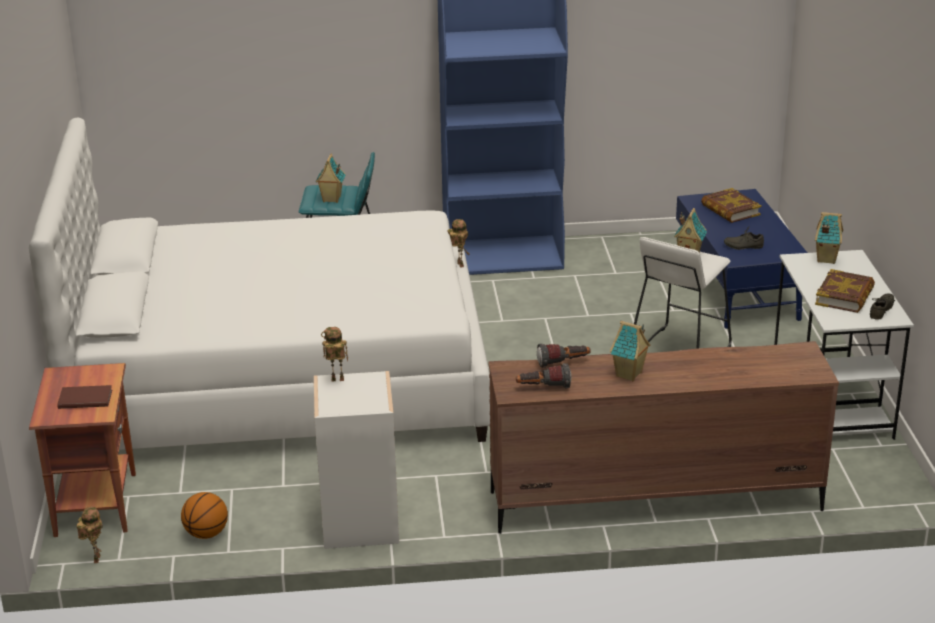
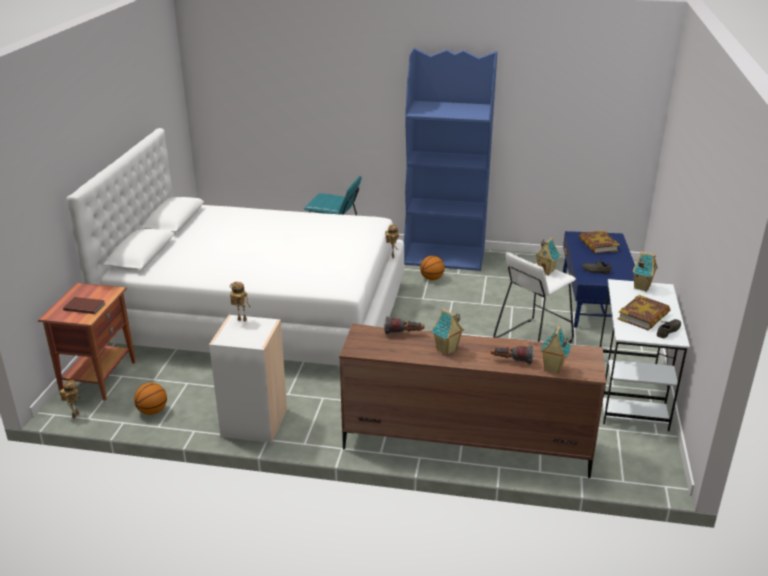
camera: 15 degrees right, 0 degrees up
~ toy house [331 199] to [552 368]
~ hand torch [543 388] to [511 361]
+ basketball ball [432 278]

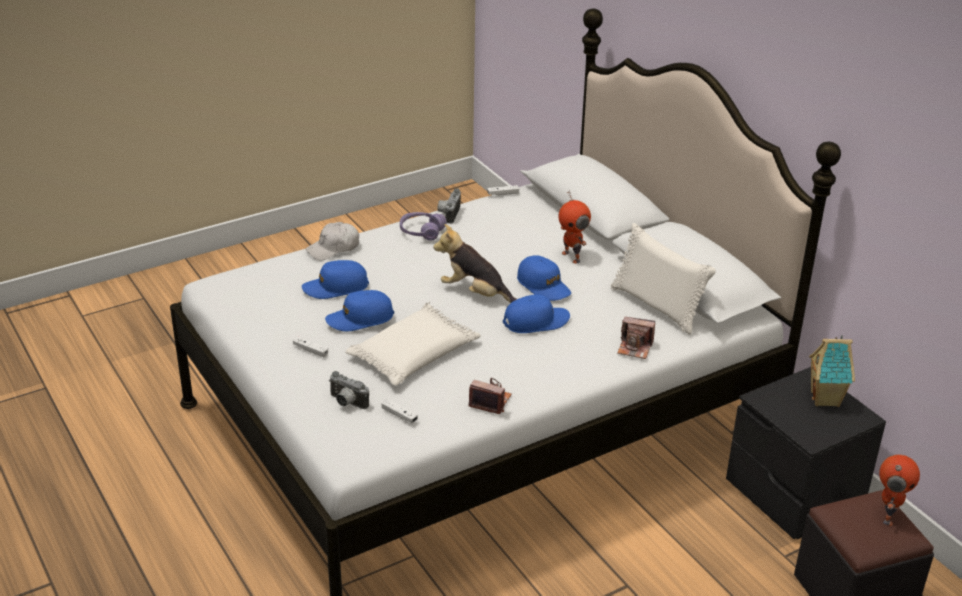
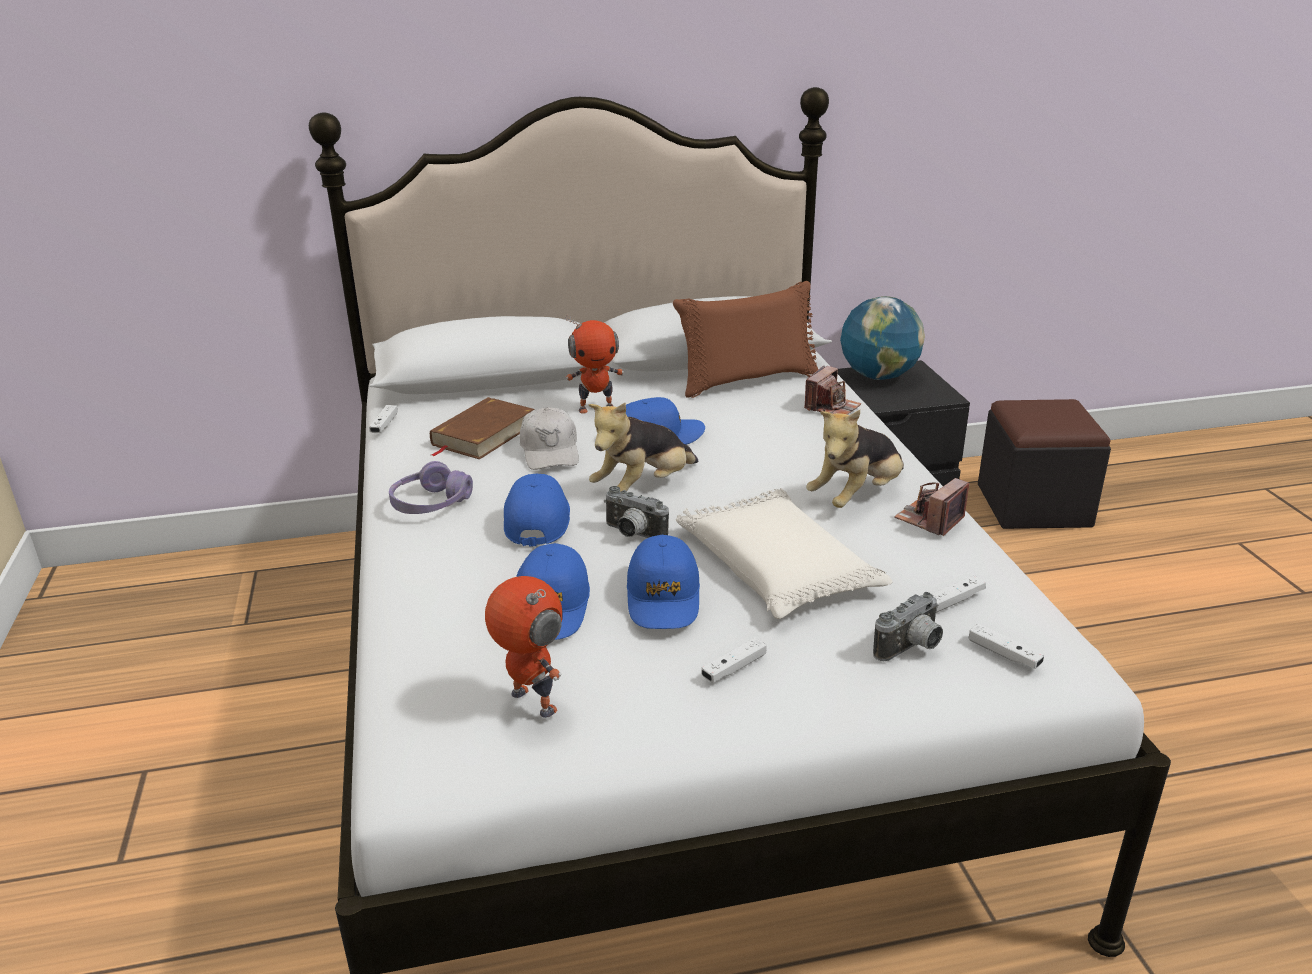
camera: 70 degrees left, 5 degrees down
~ whitish baseball cap [333 248] to [550 451]
~ photo camera [448 214] to [632 534]
~ blue-coloured baseball cap [536 321] to [537 519]
~ whitish pillow [657 307] to brownish pillow [747 381]
~ toy house [826 399] to globe [878 376]
~ model robot [888 515] to [531 703]
+ brownish bound book [483 434]
+ plush toy [857 496]
+ whitish joypad [1004 654]

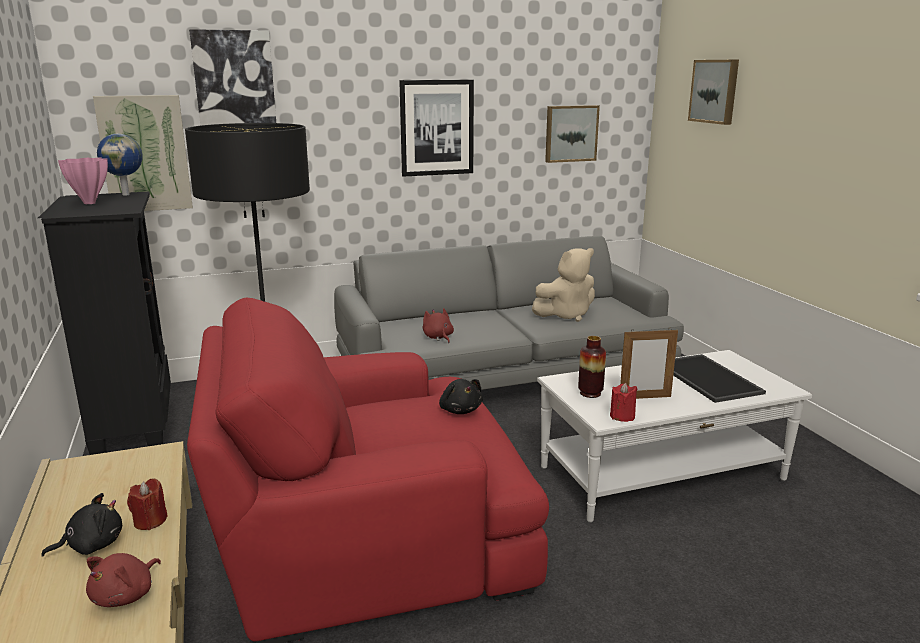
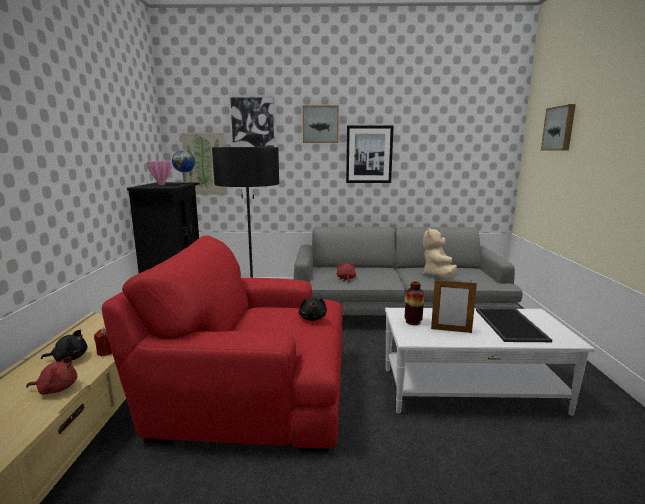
camera: 20 degrees right, 5 degrees down
~ red plush toy [126 595] = [56 389] 135 degrees counterclockwise
~ sand-coloured plush toy [566 315] = [438 275] 105 degrees clockwise
~ wall art [570 133] to [320 124]
- red wax light [622 416]

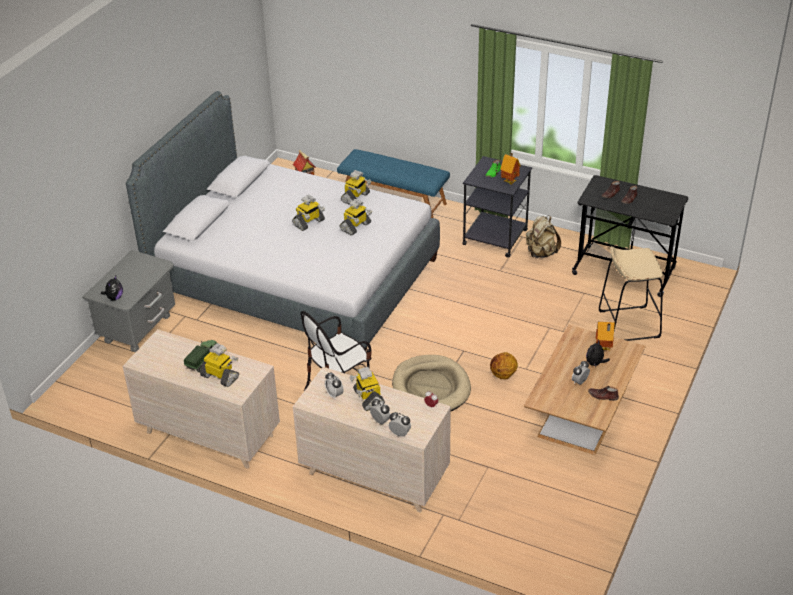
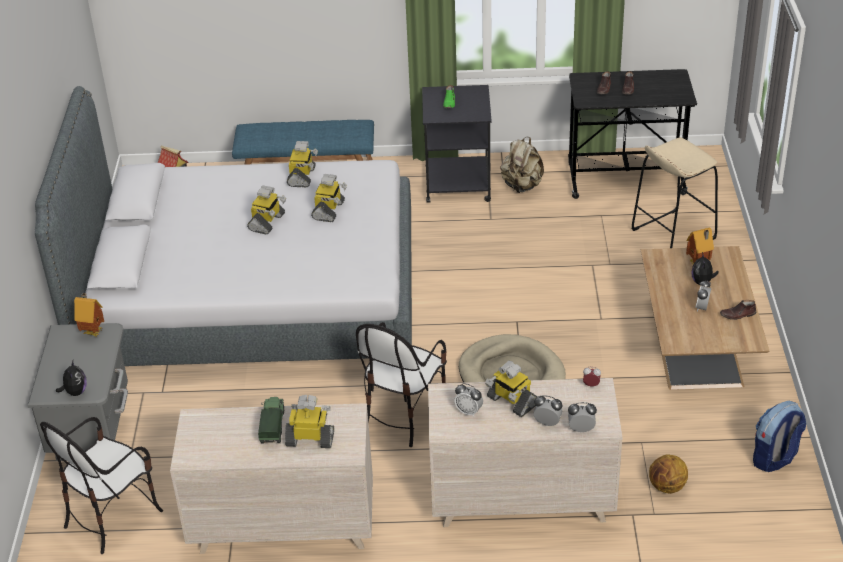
camera: 25 degrees left, 0 degrees up
~ basketball ball [503 375] to [667 487]
~ toy house [510 181] to [93 332]
+ upright chair [112 516]
+ knapsack [775 458]

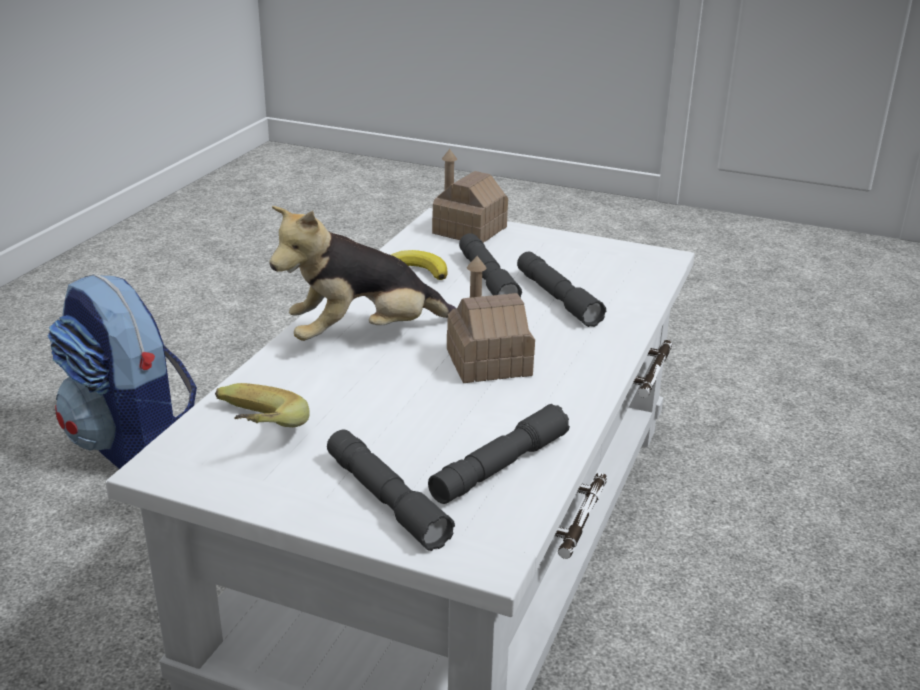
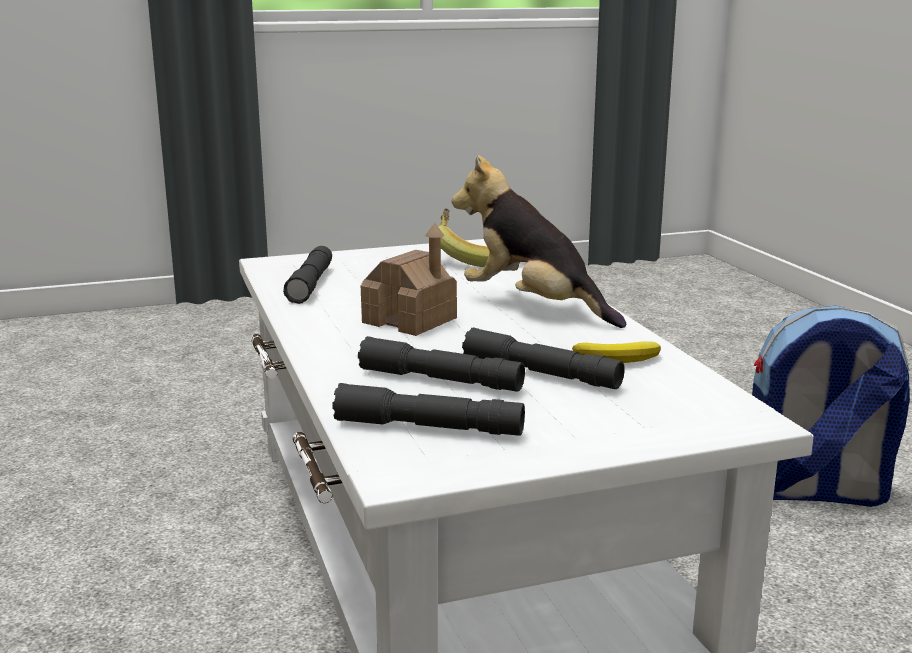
camera: 140 degrees right, 10 degrees down
~ plush toy [363 336] = [533 307] 75 degrees counterclockwise
~ greyish hand torch [386 500] to [428 427]
- toy house [469 230]

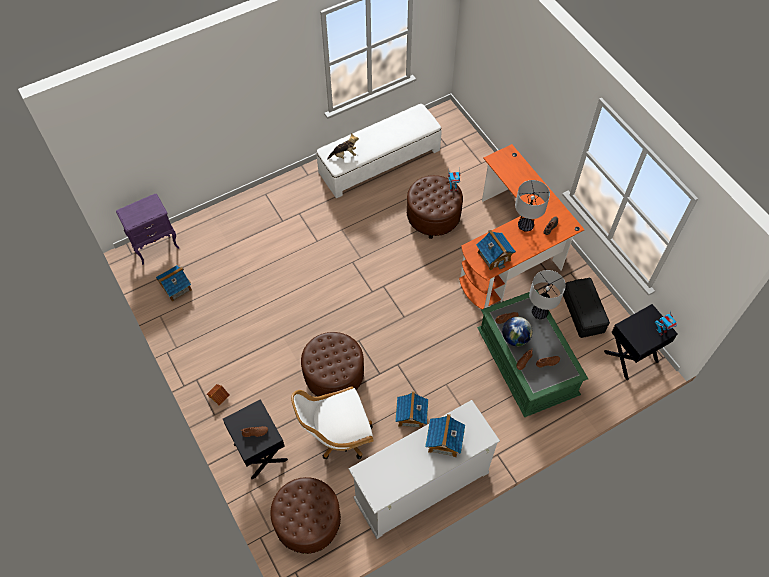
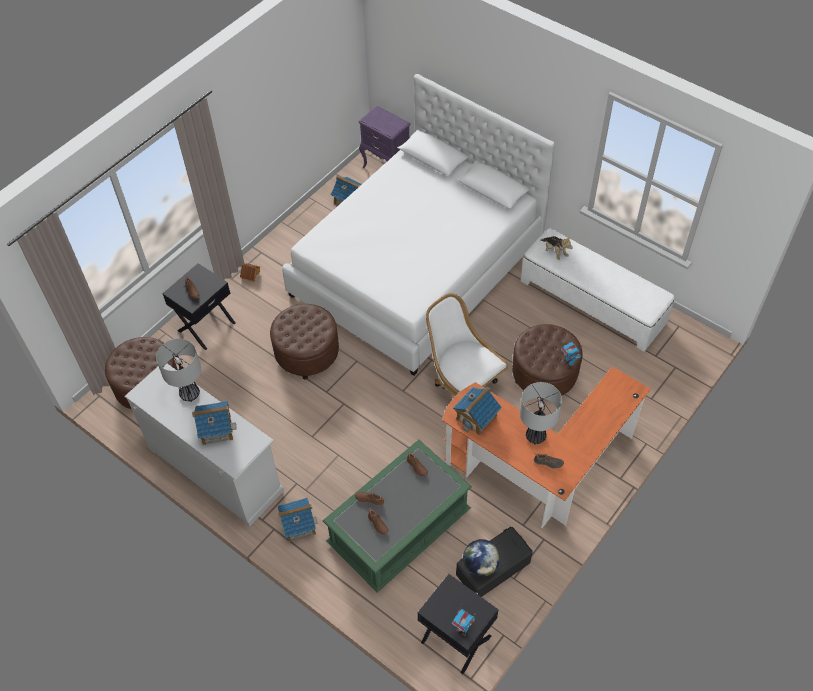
camera: 70 degrees right, 5 degrees down
~ whitish desk chair [337 437] to [462 387]
~ toy house [411 416] to [298 525]
~ globe [515 338] to [480 565]
~ lamp for a table [539 313] to [189 394]
+ whitish bedroom bed [417 268]

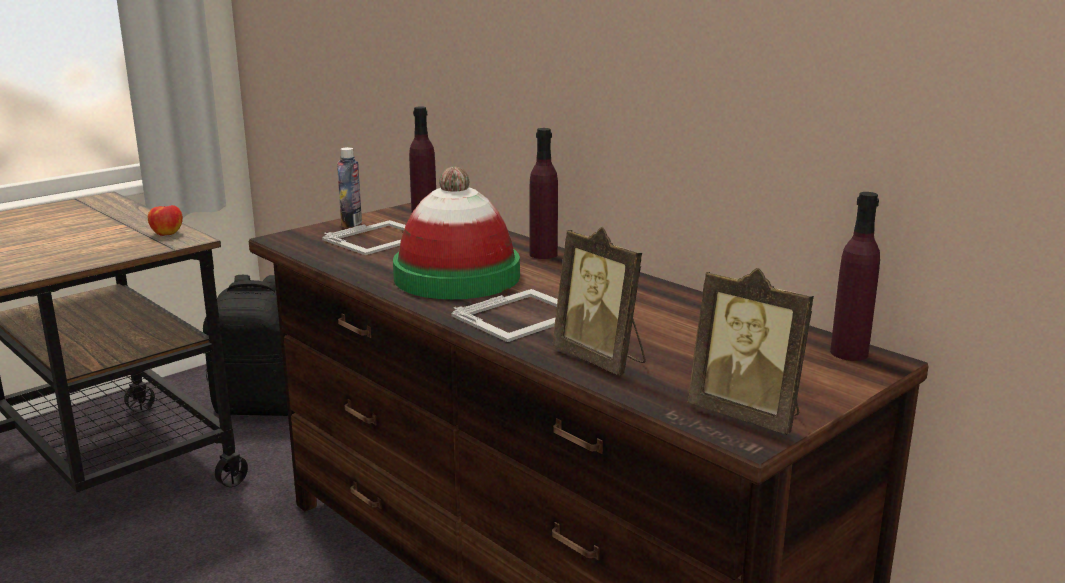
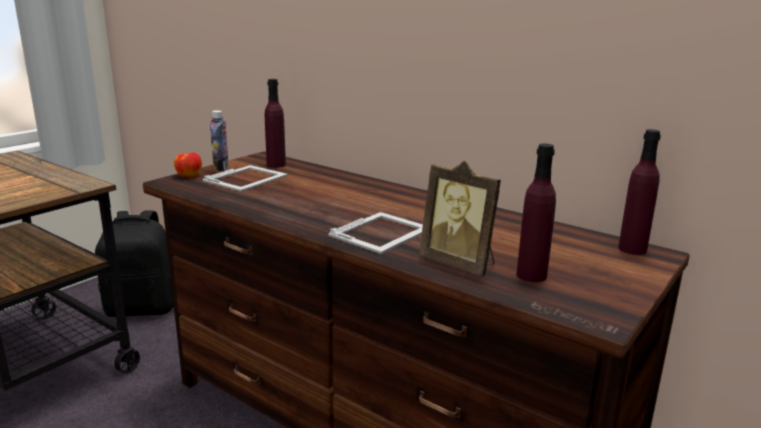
camera: 10 degrees left, 0 degrees up
~ apple [167 234] to [189 176]
- clothing hat [457 277]
~ purple beverage bottle [543 254] to [531 275]
- standing frame [748 415]

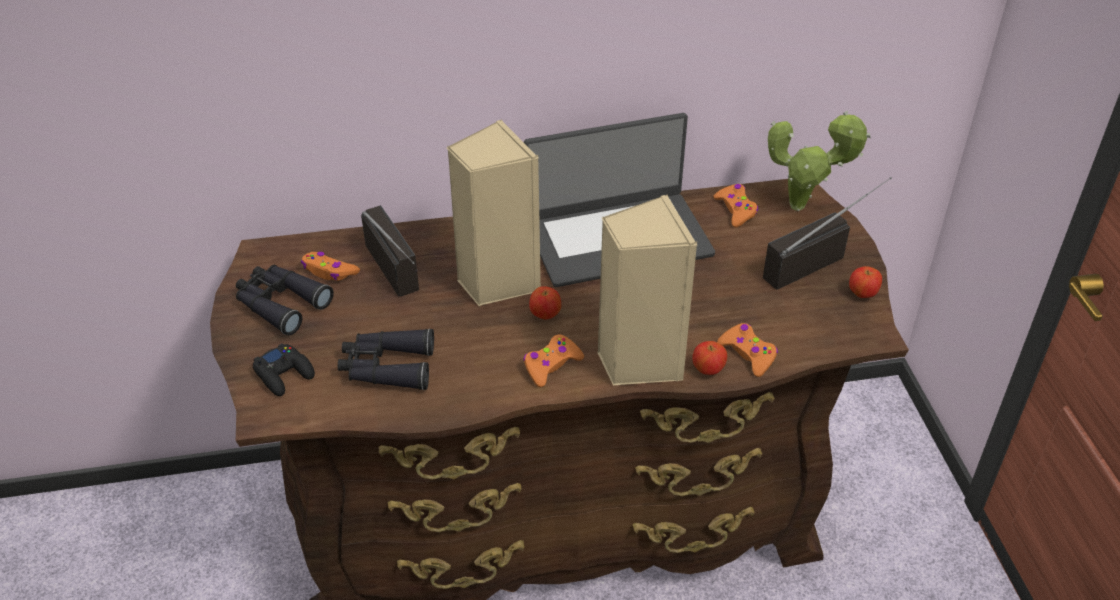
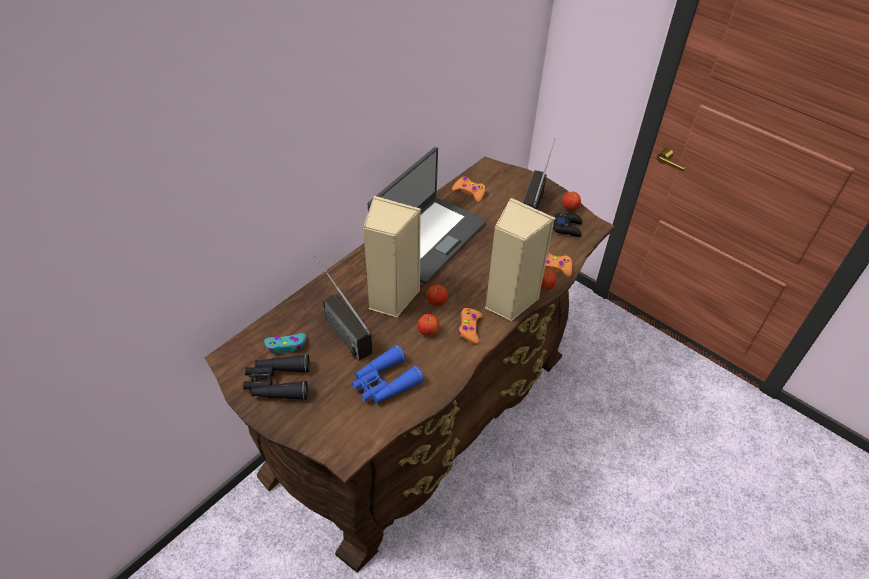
camera: 40 degrees left, 5 degrees up
~ blackish joypad [284 374] to [567 228]
~ orange-coloured joypad [329 271] to turquoise joypad [286 346]
~ blackish field glasses [386 367] to blue-coloured field glasses [384 383]
~ radio [403 281] = [338 326] 150 degrees counterclockwise
- plant in a pot [803 207]
+ apple [428 332]

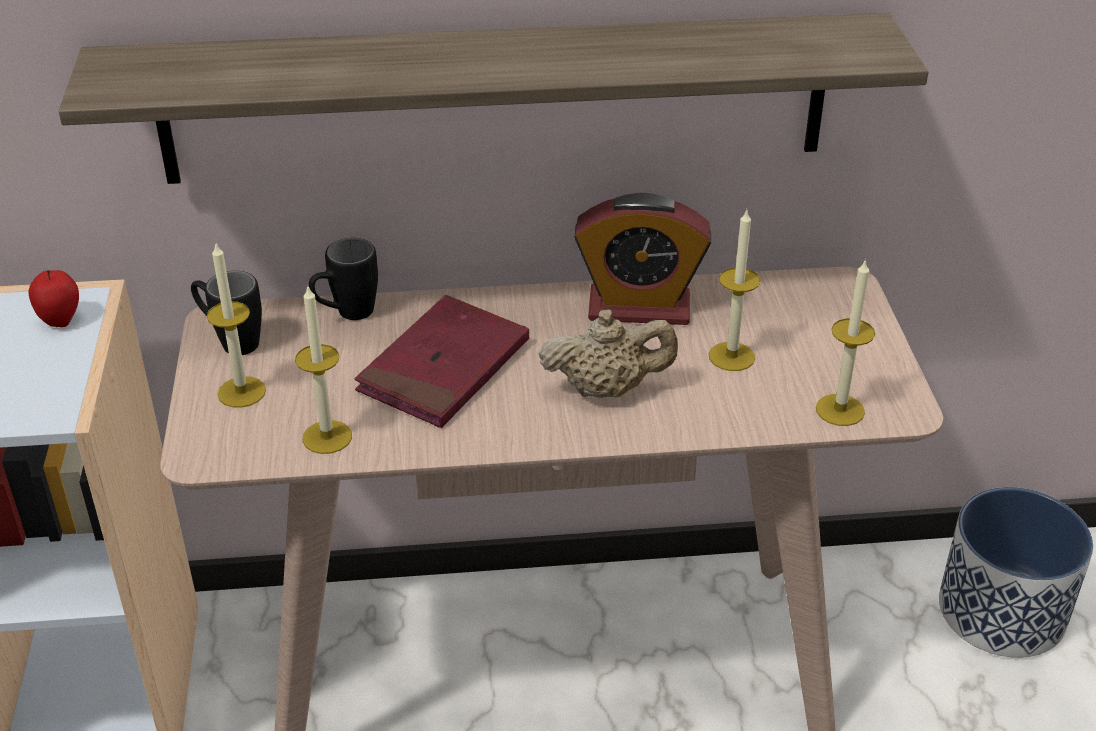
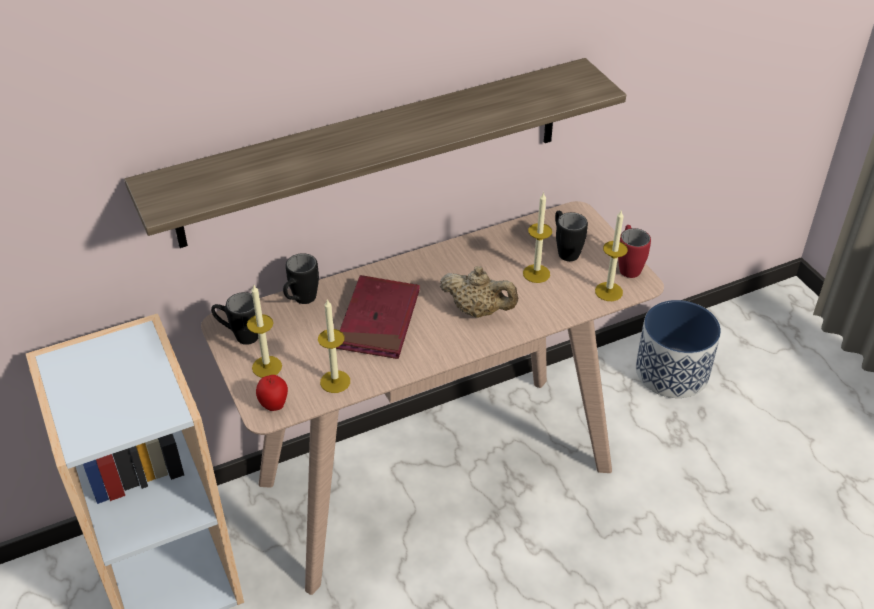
camera: 20 degrees left, 5 degrees up
~ apple [60 320] to [274 405]
~ sand-coloured teapot [606 389] = [478 311] 45 degrees clockwise
- alarm clock [639 307]
+ blackish tea mug [565 250]
+ red tea mug [628 266]

